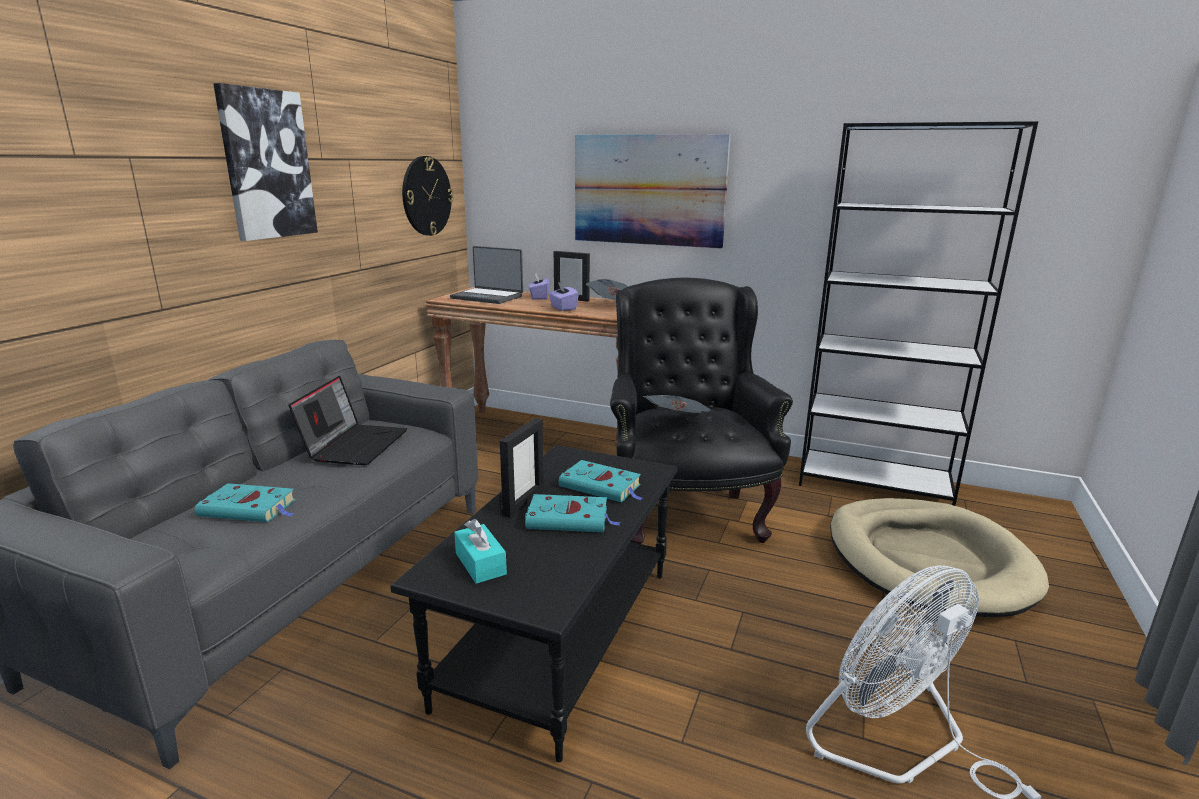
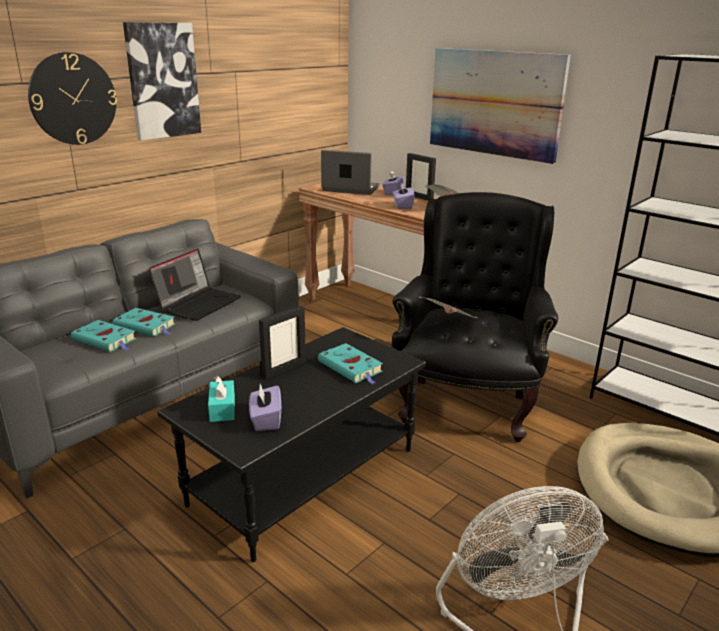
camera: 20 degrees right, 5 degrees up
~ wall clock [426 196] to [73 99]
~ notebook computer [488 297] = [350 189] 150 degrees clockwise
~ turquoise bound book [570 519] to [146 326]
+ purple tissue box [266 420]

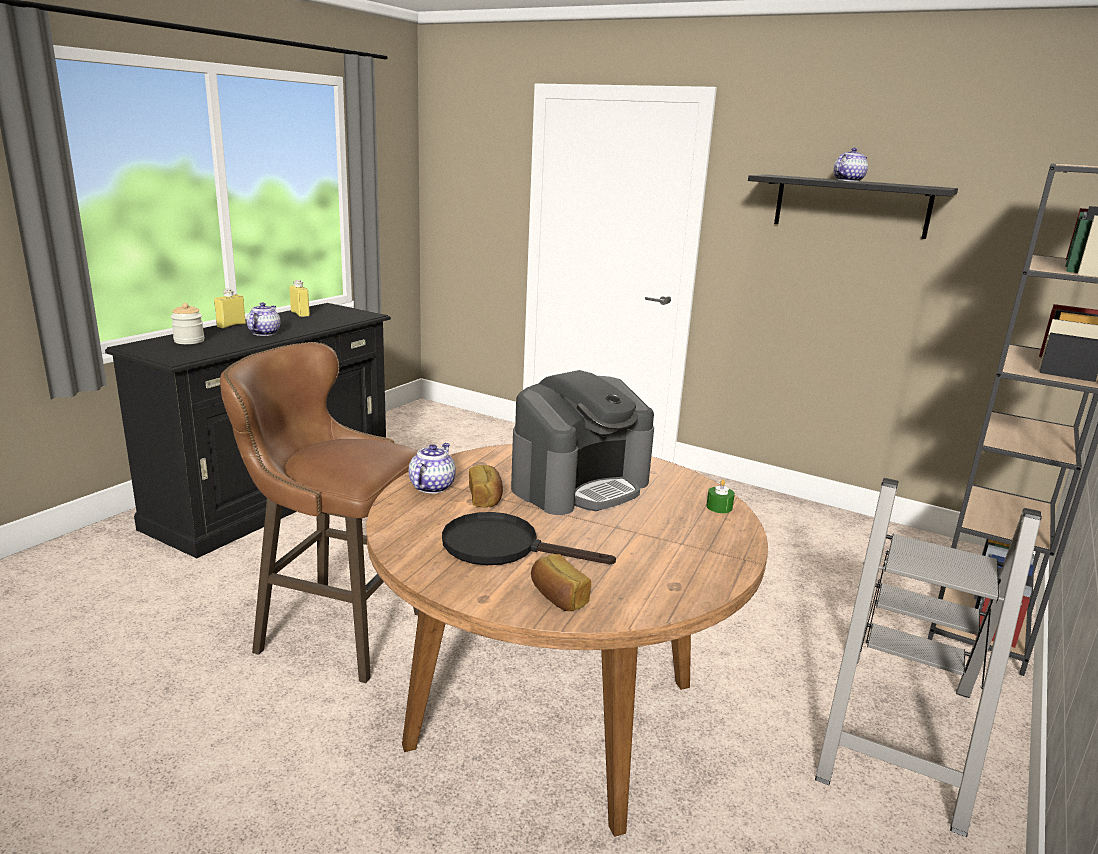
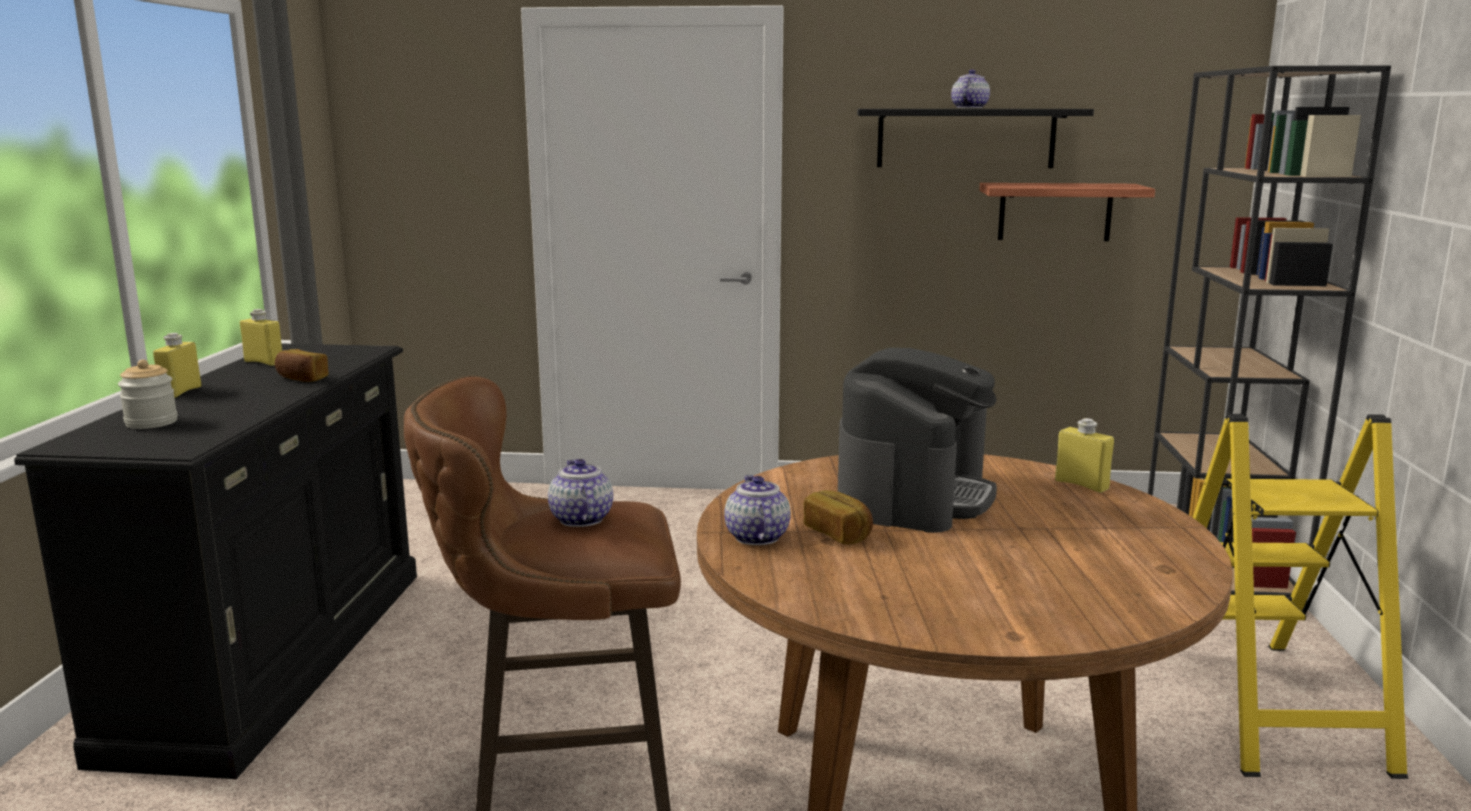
camera: 25 degrees left, 5 degrees down
~ teapot [264 333] to [580 519]
- blackish skillet [503 547]
~ bread [557 597] to [301 379]
~ green wax light [719 507] to yellow-coloured beverage bottle [1081 485]
~ greyish step ladder [897 735] to yellow-coloured step ladder [1266 706]
+ wall shelf [1055 211]

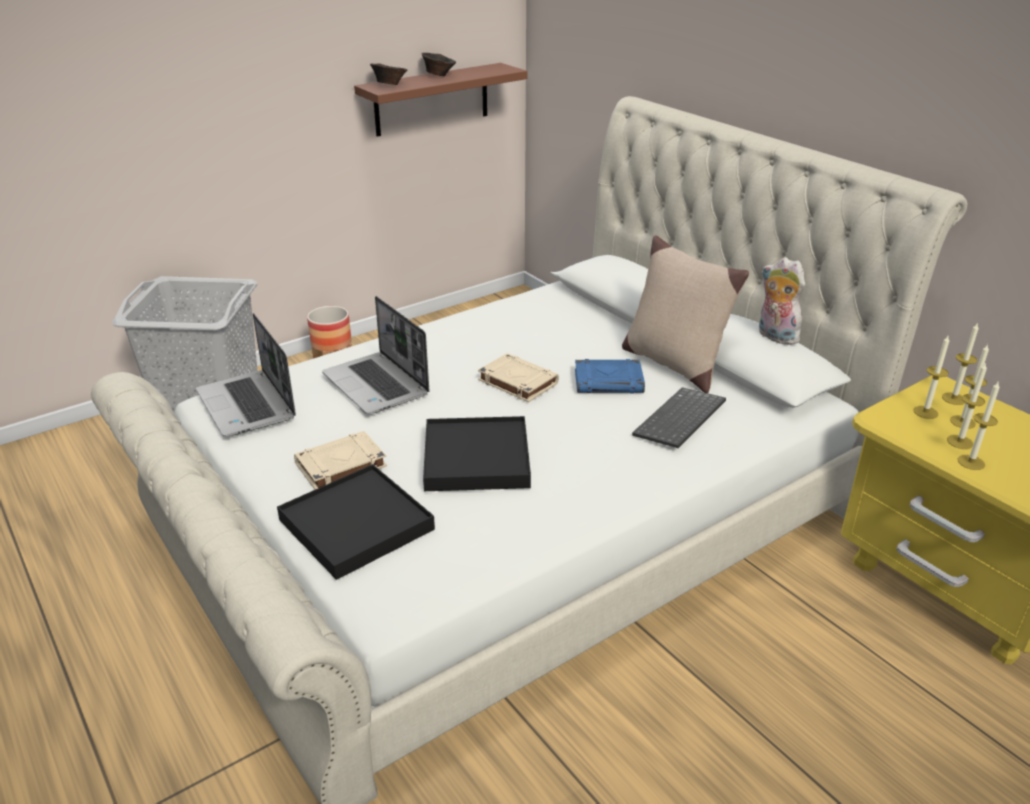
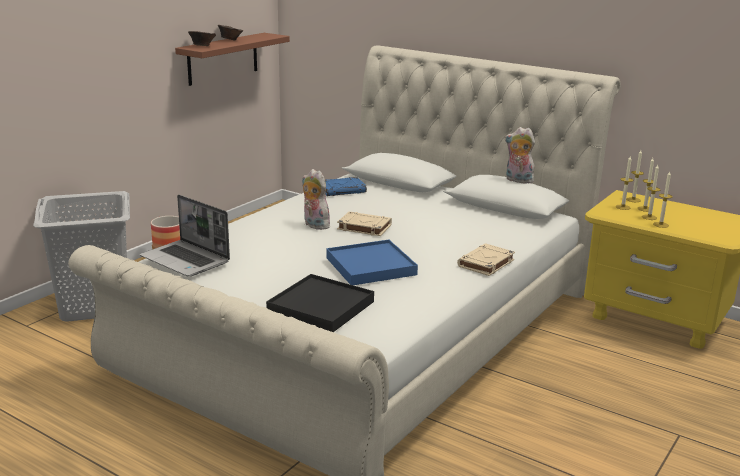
camera: 20 degrees left, 10 degrees down
~ sand-coloured bound book [340 466] to [486 263]
- notebook computer [377 385]
~ blackish carrying tray [476 458] to blue-coloured carrying tray [370 266]
~ blue-coloured bound book [609 381] to [342 190]
- sand-coloured pillow [673 363]
- keyboard [681 421]
+ plush toy [314 225]

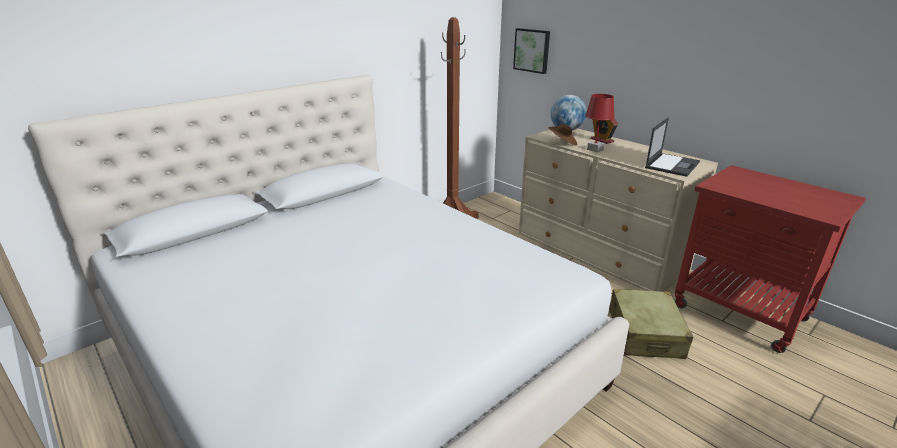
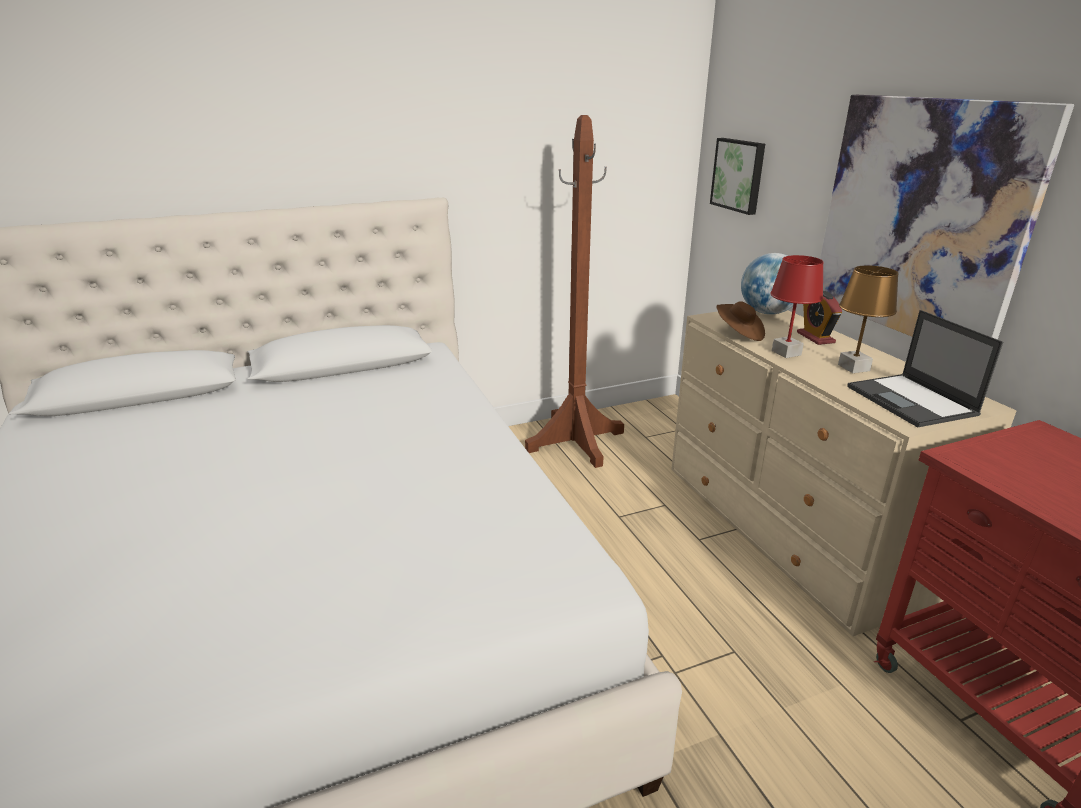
camera: 20 degrees right, 0 degrees up
- sand-coloured suitcase [645 334]
~ notebook computer [672 165] = [912 401] 105 degrees clockwise
+ wall art [919 220]
+ brownish lamp for a table [854 368]

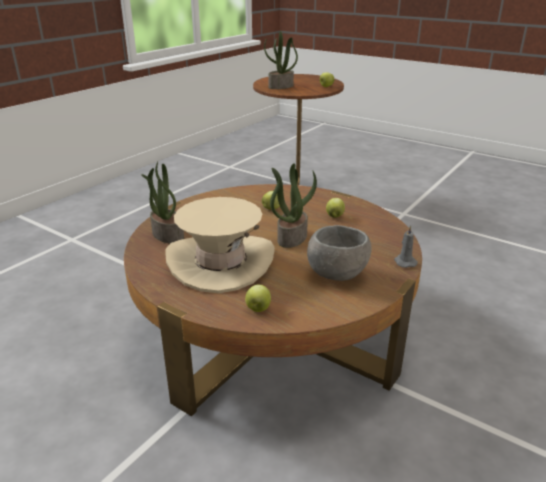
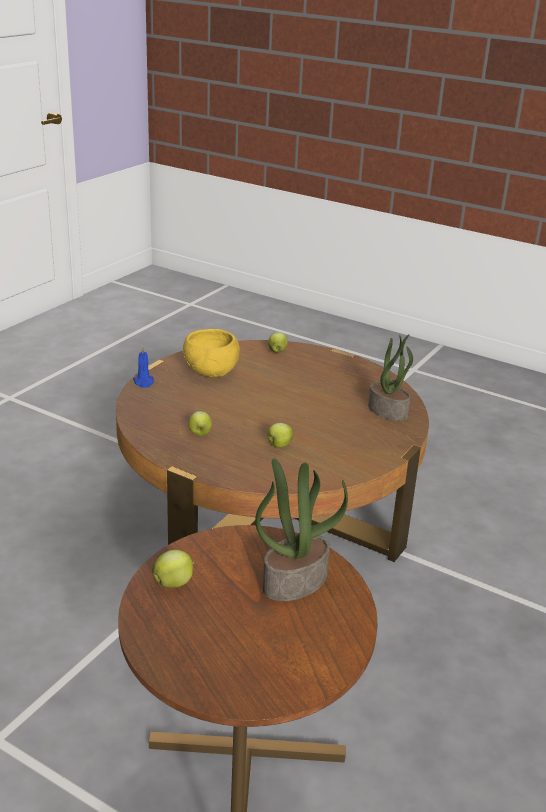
camera: 175 degrees right, 0 degrees up
- sand-coloured clothing hat [220 262]
- plant in a pot [291 237]
~ greyish deep dish [335 274] to yellow-coloured deep dish [212 373]
~ greyish wax light [404 262] to blue-coloured wax light [143 382]

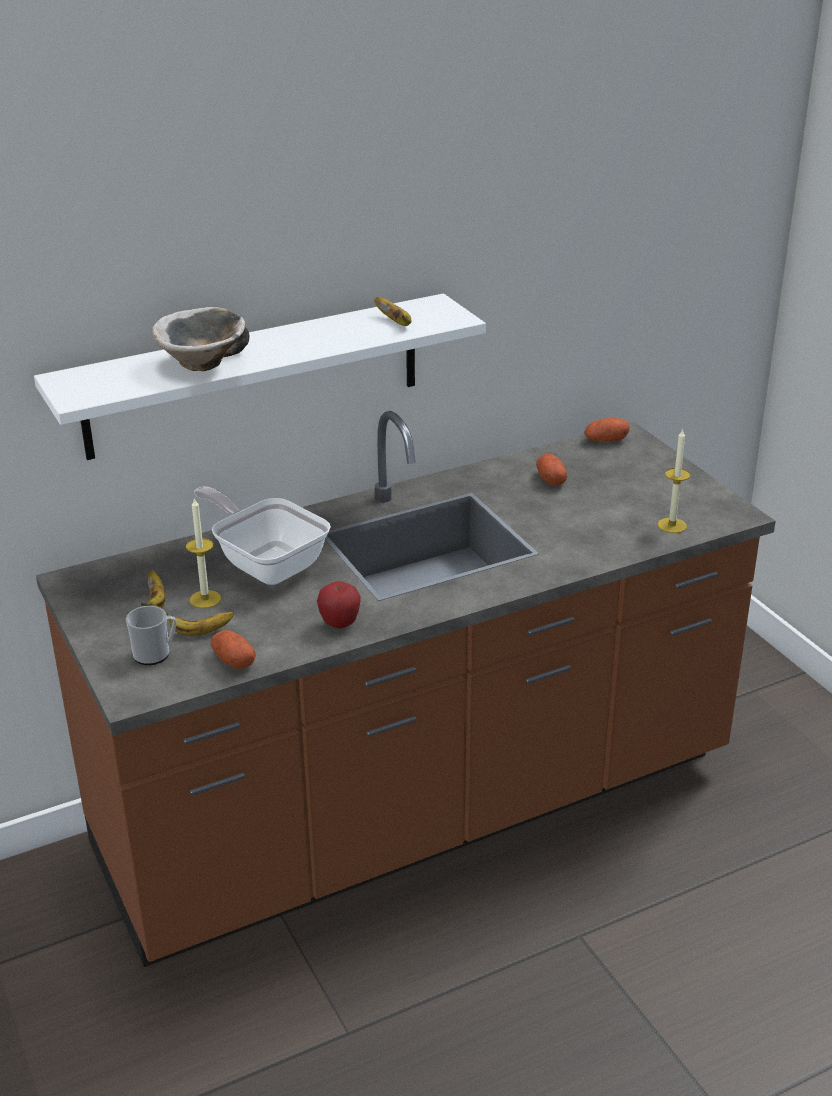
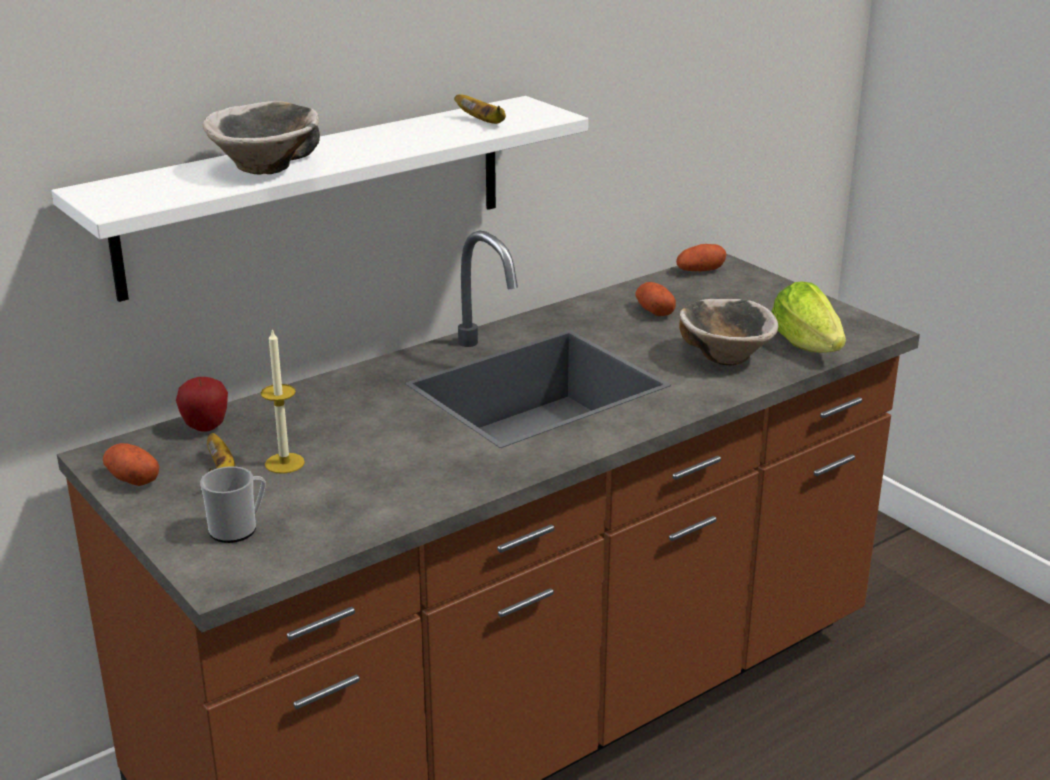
camera: 10 degrees left, 5 degrees down
- banana [200 632]
- skillet [266 563]
~ potato [233 660] to [132 479]
~ apple [340 624] to [205 428]
~ wax light [672 525] to lettuce [809 346]
+ deep dish [726 356]

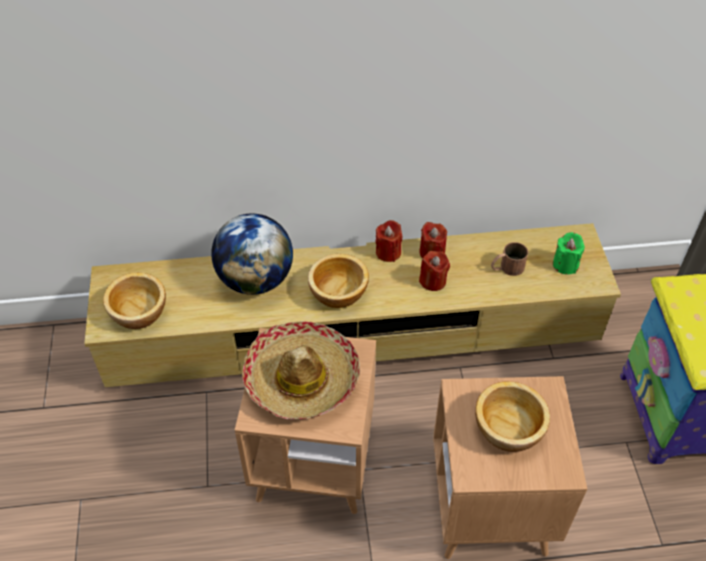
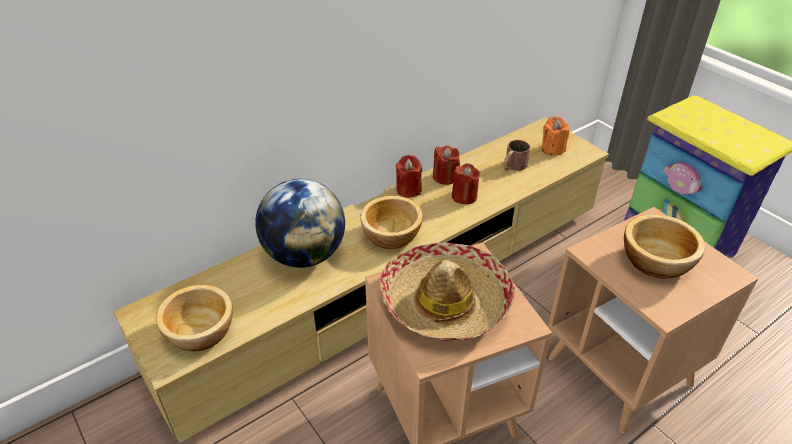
camera: 30 degrees left, 10 degrees down
~ green wax light [565 264] to orange-coloured wax light [552 149]

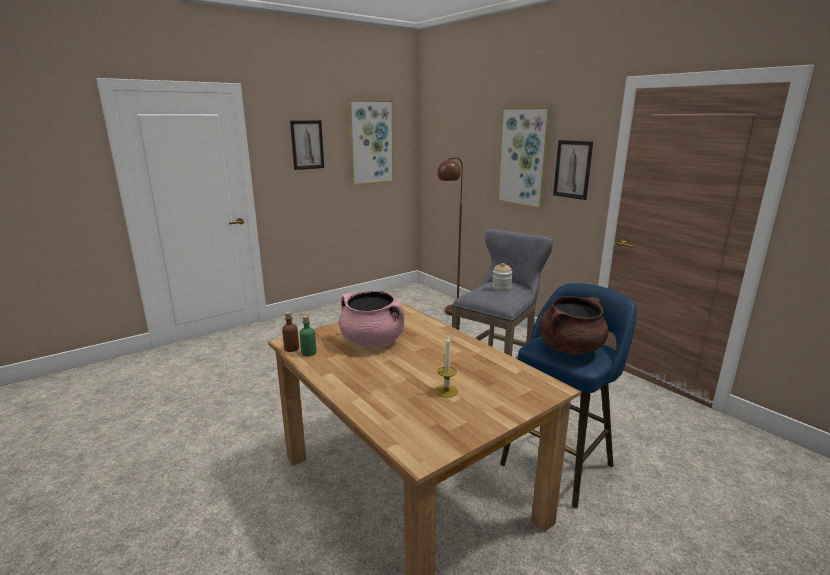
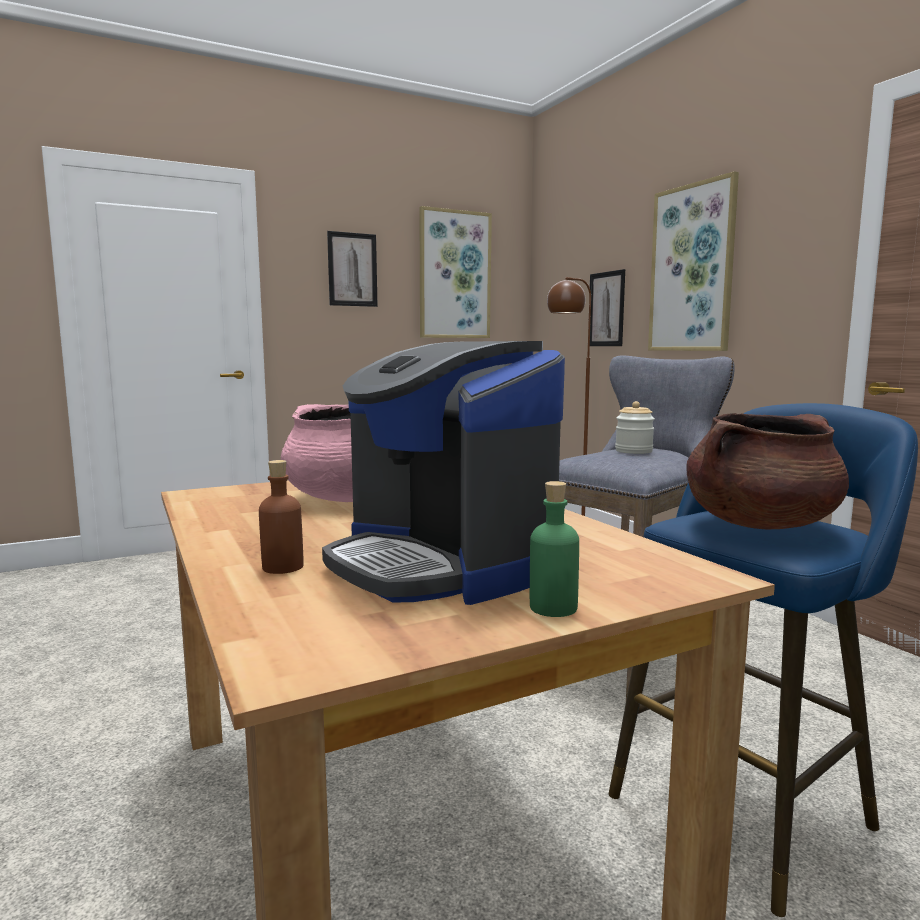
camera: 10 degrees right, 10 degrees down
~ brownish beverage bottle [291 348] to [282 567]
~ green beverage bottle [309 352] to [553 607]
~ wax light [446 391] to coffee brewer [443 564]
~ wall art [572 169] to [606 309]

